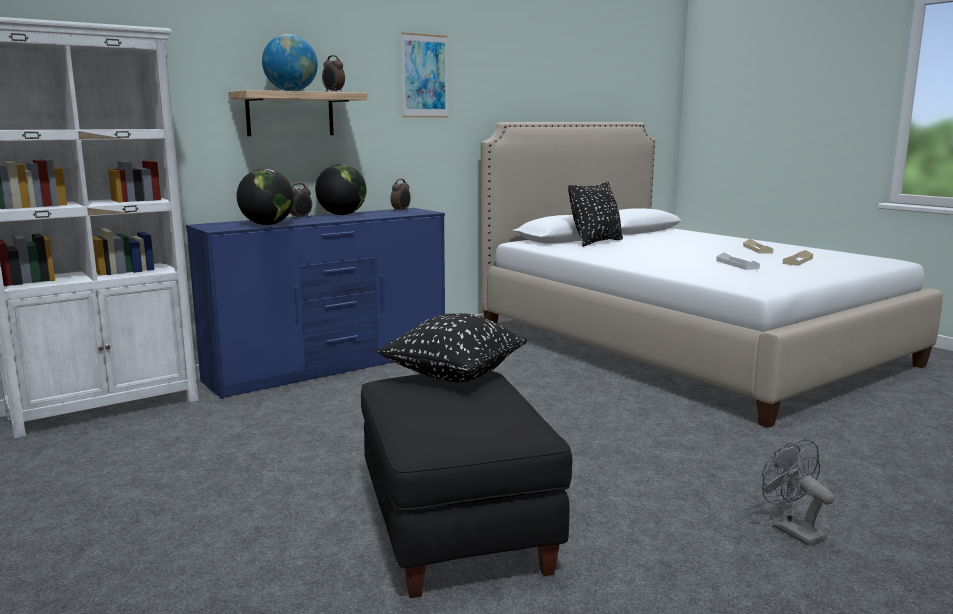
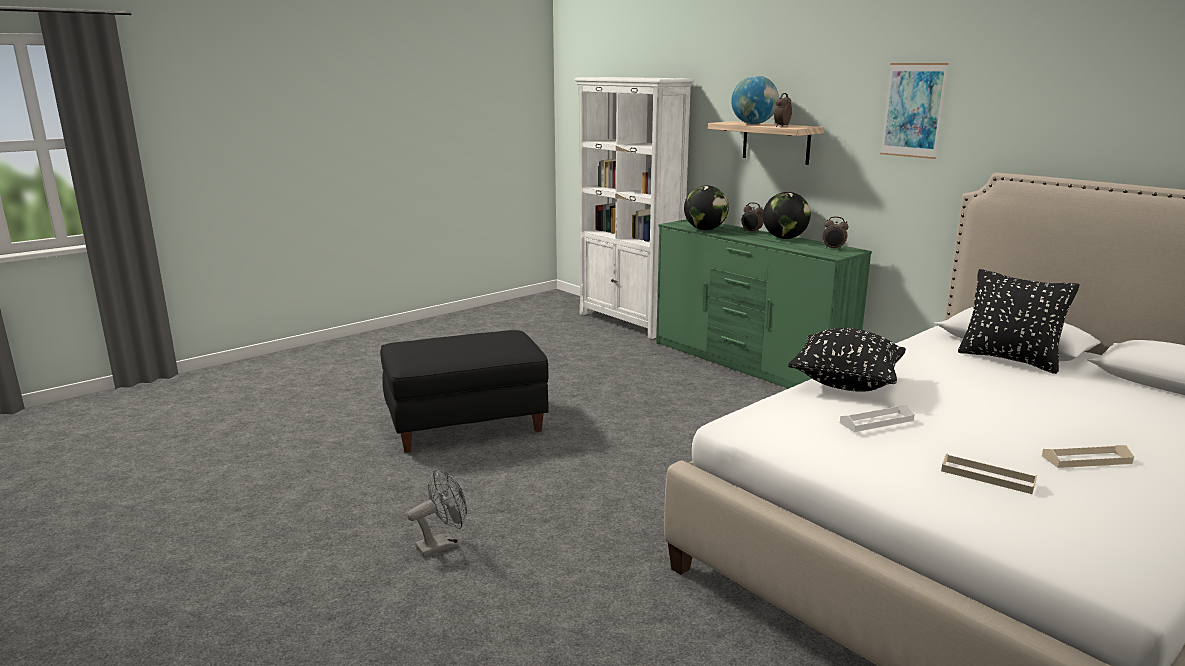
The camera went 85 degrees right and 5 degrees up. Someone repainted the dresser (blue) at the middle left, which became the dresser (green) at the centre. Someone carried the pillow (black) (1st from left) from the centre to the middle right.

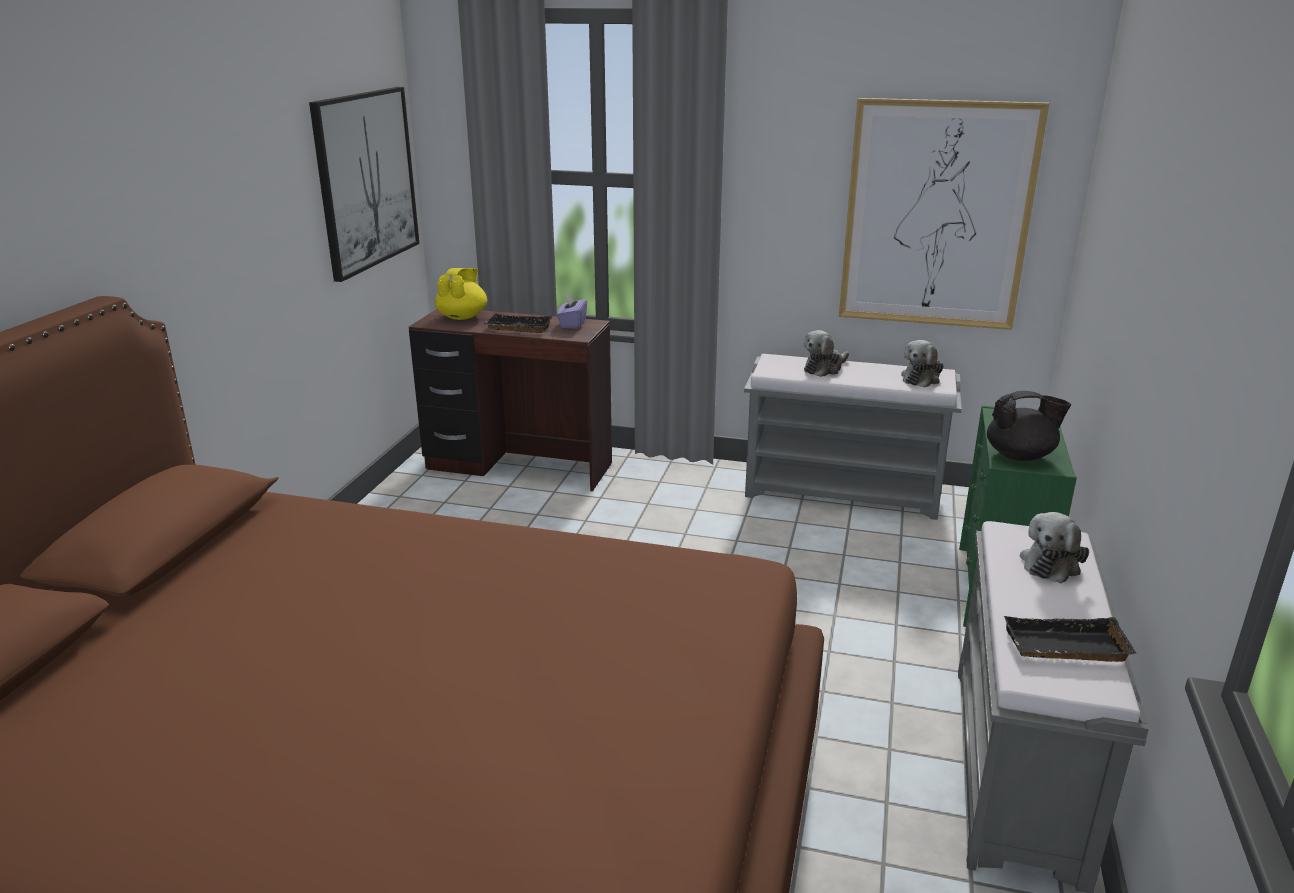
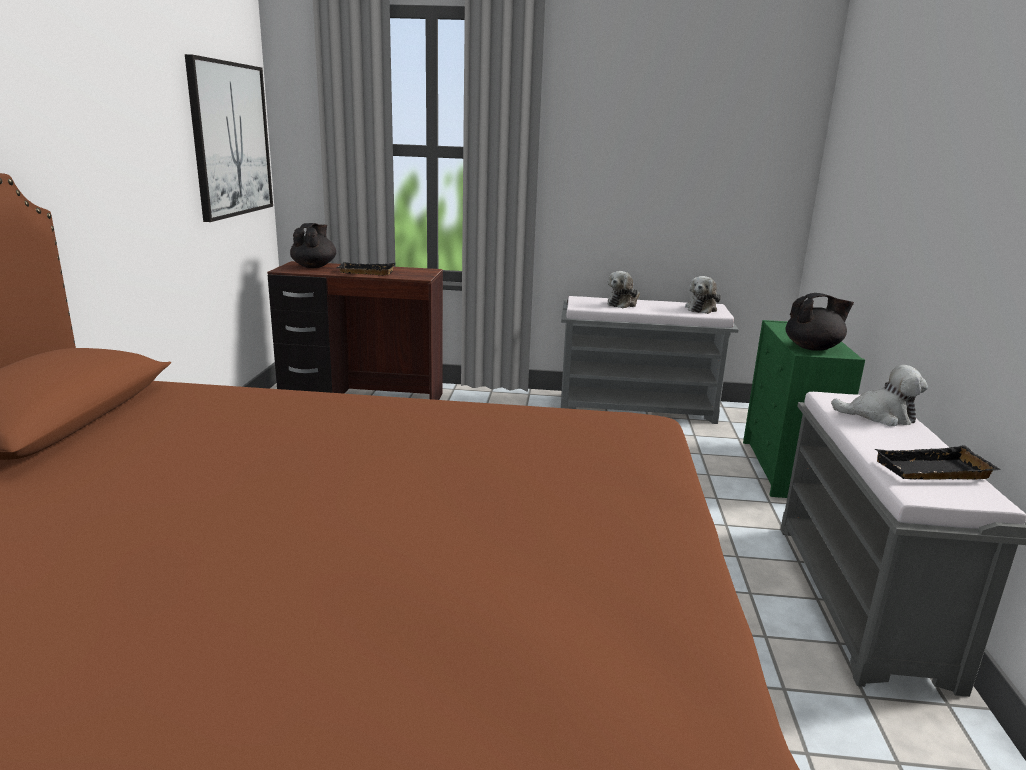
The camera went 10 degrees left and 5 degrees down. Someone repainted the teapot (yellow) at the top centre, which became the teapot (black) (1st from left) at the top left. Someone took away the tissue box (purple) at the centre. Someone took away the picture (2nd from left) at the top right. Someone rotated the plush toy (3rd from left) at the middle right by 105 degrees counterclockwise.

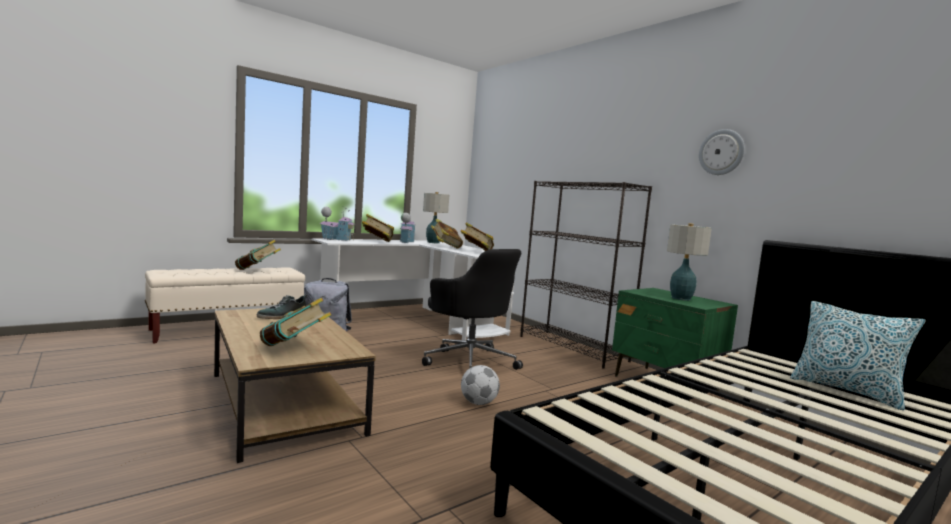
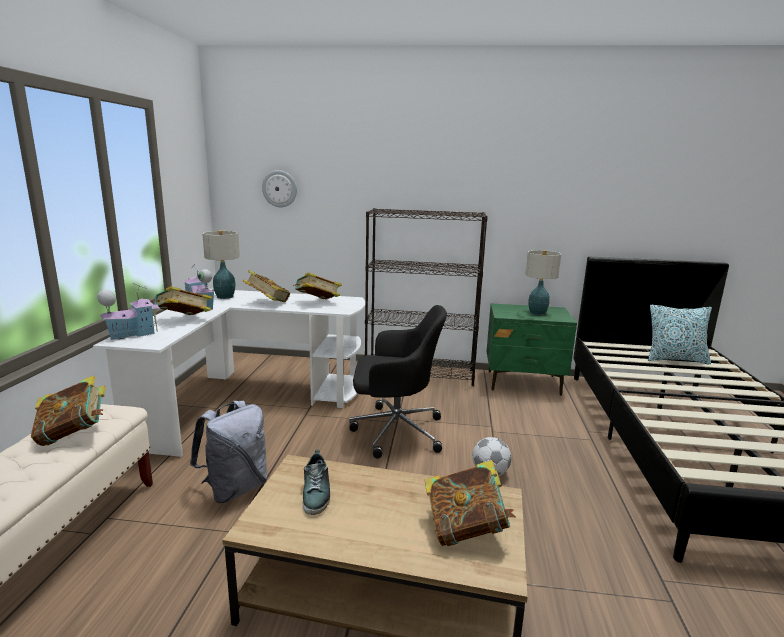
The camera went 45 degrees left and 10 degrees up. Someone carried the wall clock from the top right to the top centre.

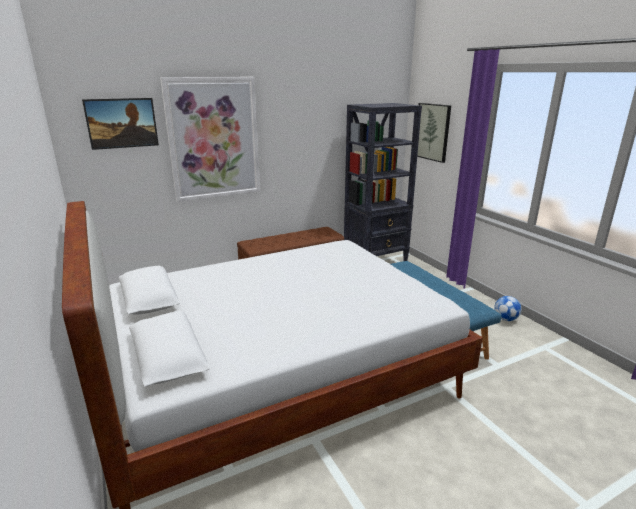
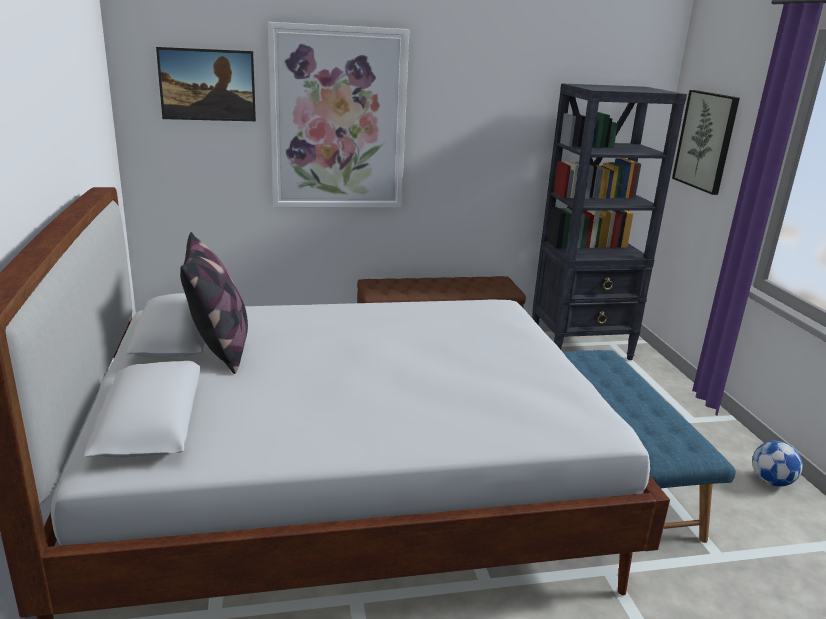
The camera went 15 degrees right and 0 degrees up. Someone put down the pillow at the middle left.

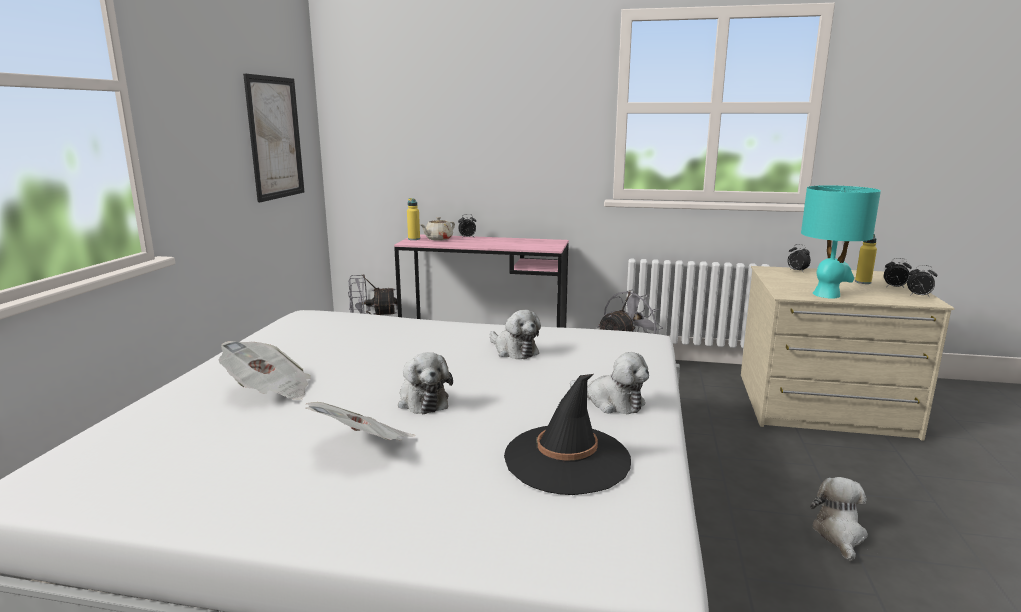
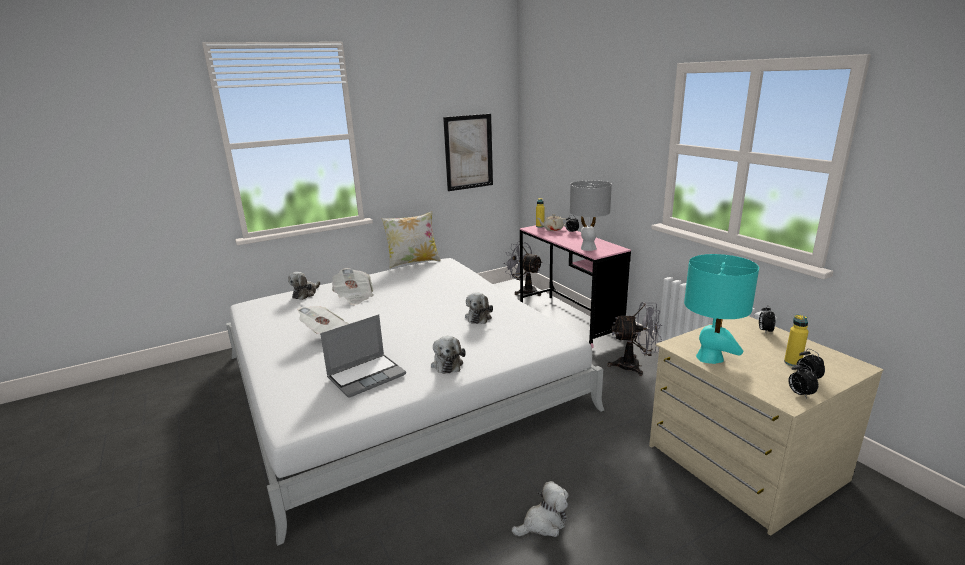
The camera went 50 degrees right and 5 degrees up. Someone carried the plush toy (1st from left) from the centre to the middle left. Someone swapped the hat (black) at the bottom centre for the laptop at the centre. Someone put down the pillow at the centre. Someone put down the table lamp (grey) at the centre.

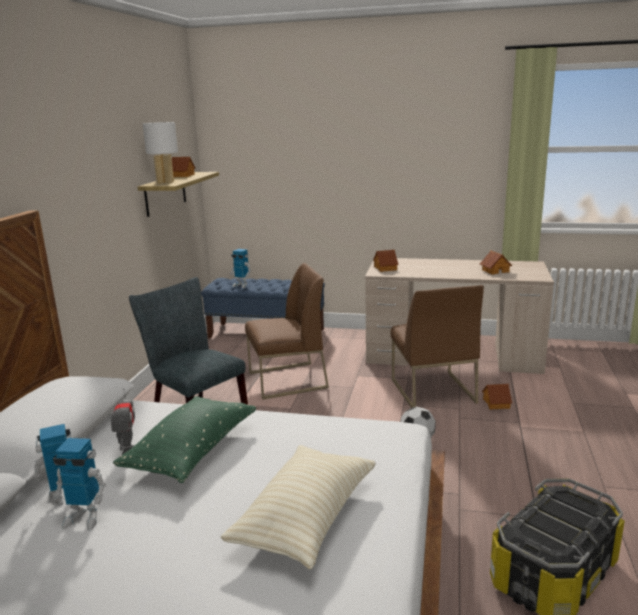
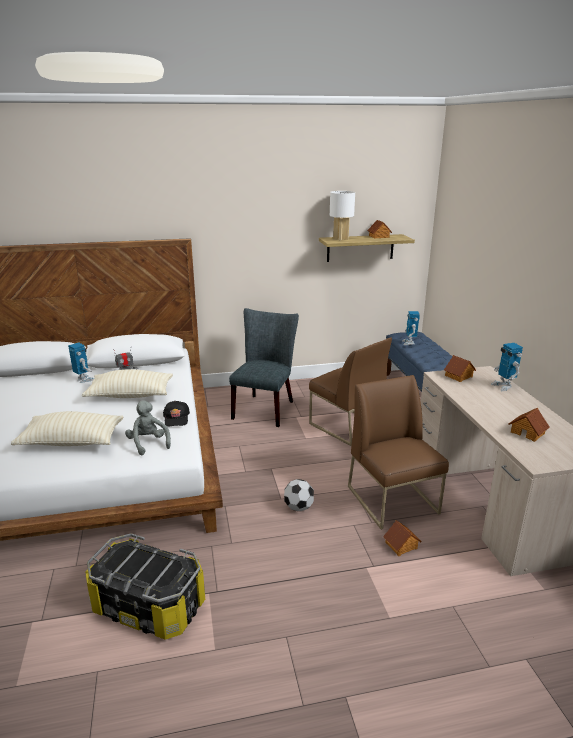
The camera went 65 degrees right and 5 degrees up. Someone carried the toy robot (2nd from left in the first image) from the bottom left to the middle right. Someone repainted the pillow (green) at the bottom left, which became the pillow (beige) (2nd from left) at the middle left. Someone rotated the chair (brown) (2nd from left) at the middle right by 105 degrees clockwise. Someone put down the plush toy (grey) at the middle left. Someone put down the cap (black) at the middle left.

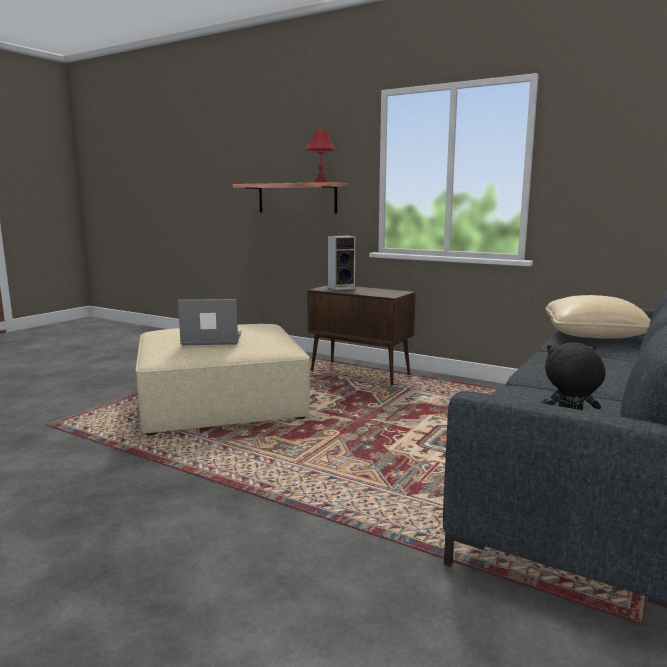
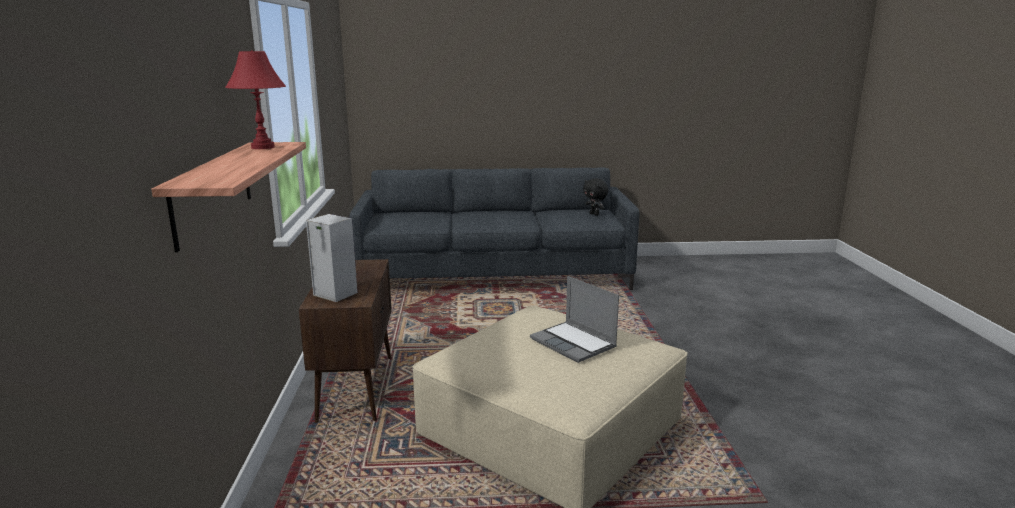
The camera went 125 degrees left and 5 degrees up. Someone took away the pillow (beige) at the middle right.

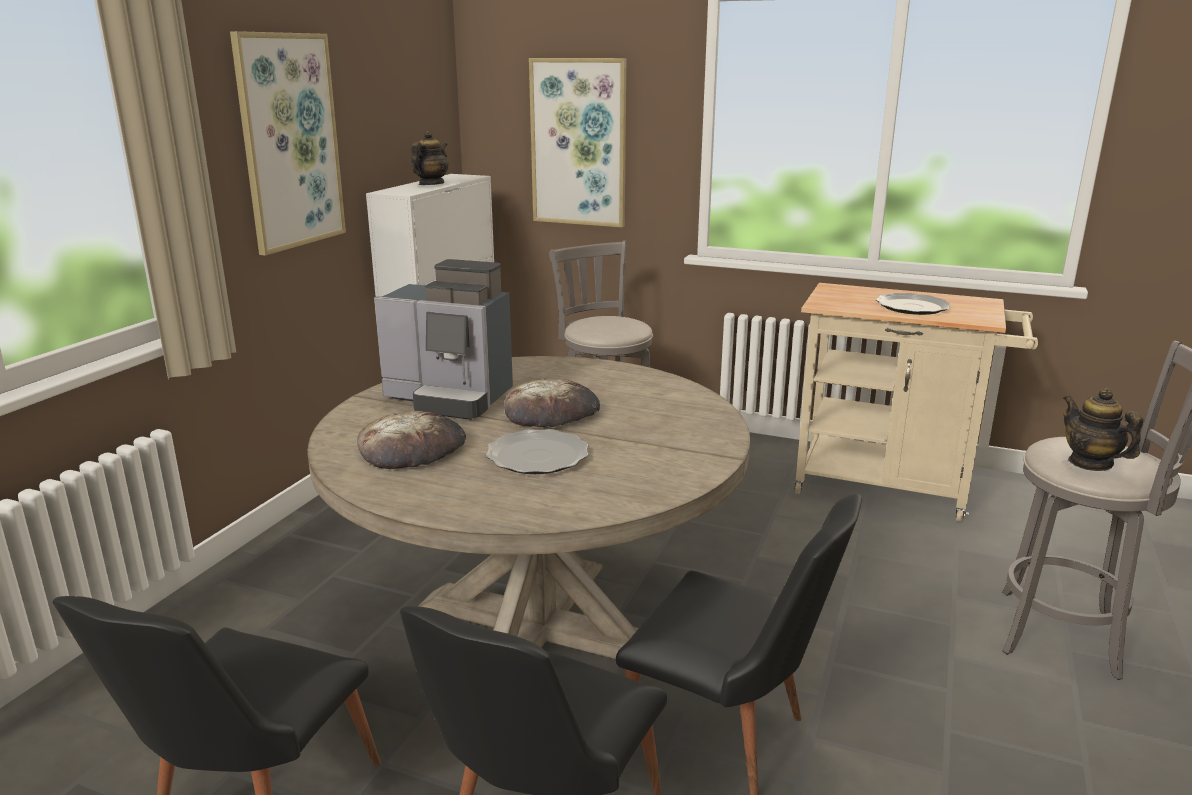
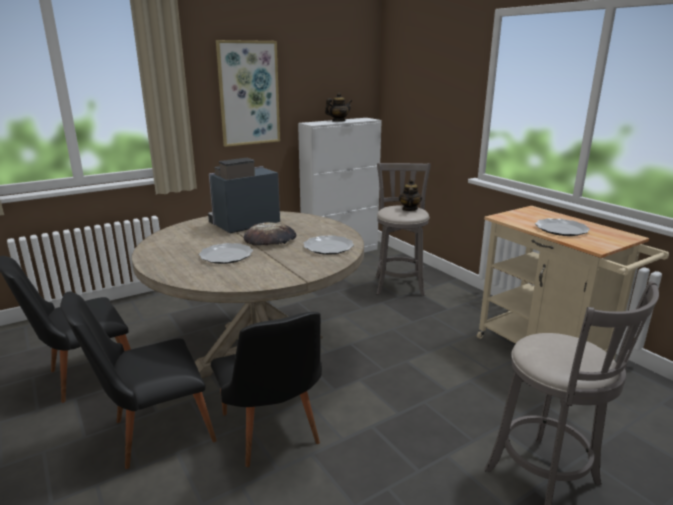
The camera went 35 degrees right and 0 degrees up. Someone took away the bread (1st from left) at the centre. Someone rotated the coffee machine at the centre by 90 degrees clockwise. Someone took away the picture (2nd from left) at the top centre. Someone carried the teapot (2nd from left) from the middle right to the centre. Someone put down the plate (2nd from left) at the centre.

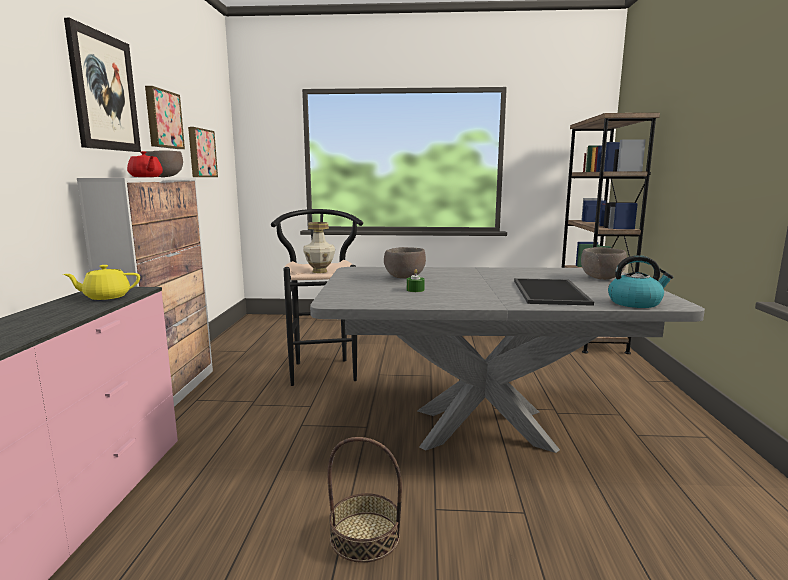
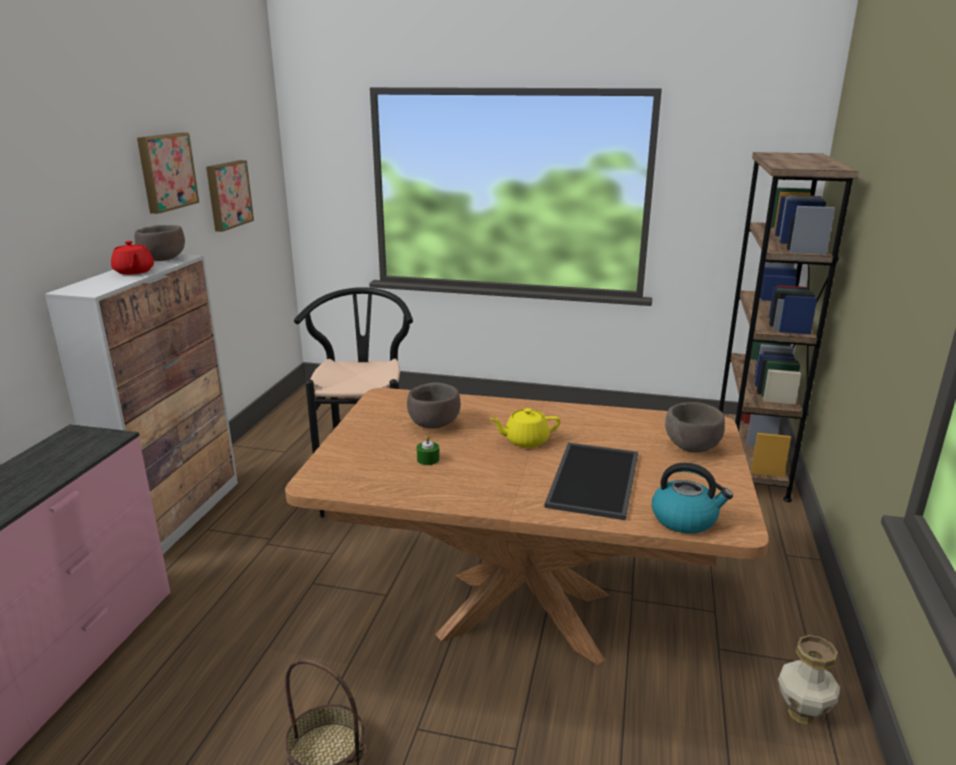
The camera went 10 degrees right and 10 degrees up. Someone carried the teapot (yellow) from the middle left to the centre. Someone took away the picture (1st from left) at the top left. Someone carried the vase from the centre to the bottom right. Someone repainted the dining table (grey) at the centre, which became the dining table (brown) at the bottom centre.

